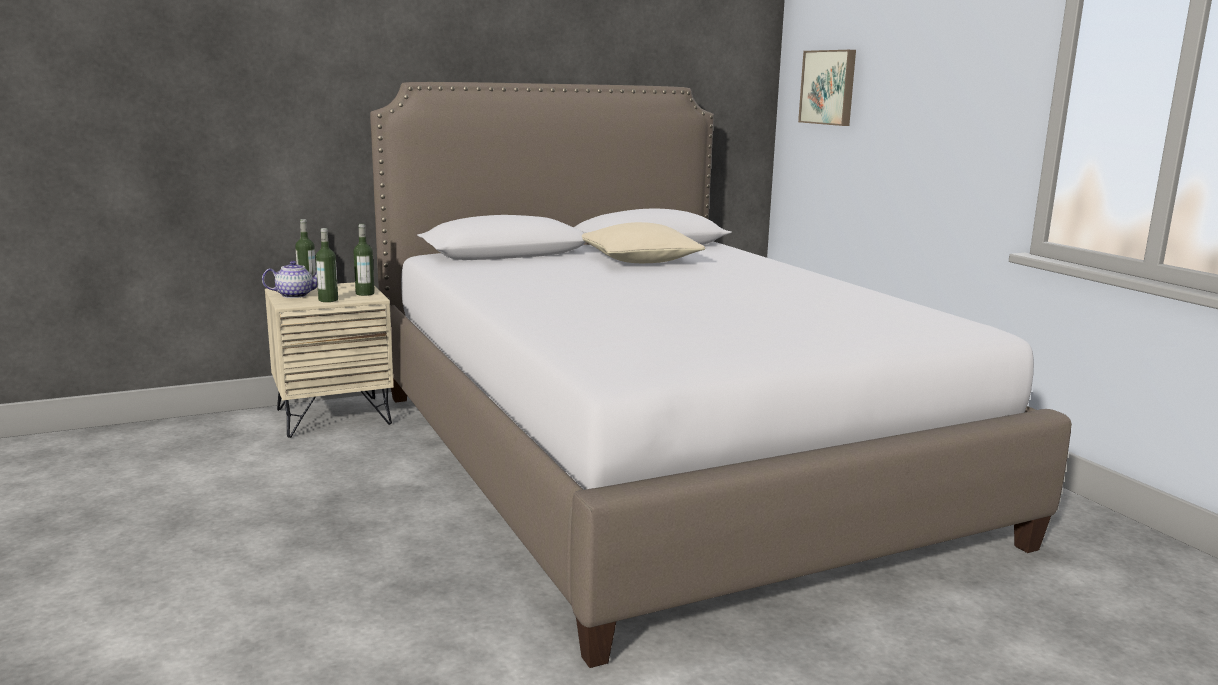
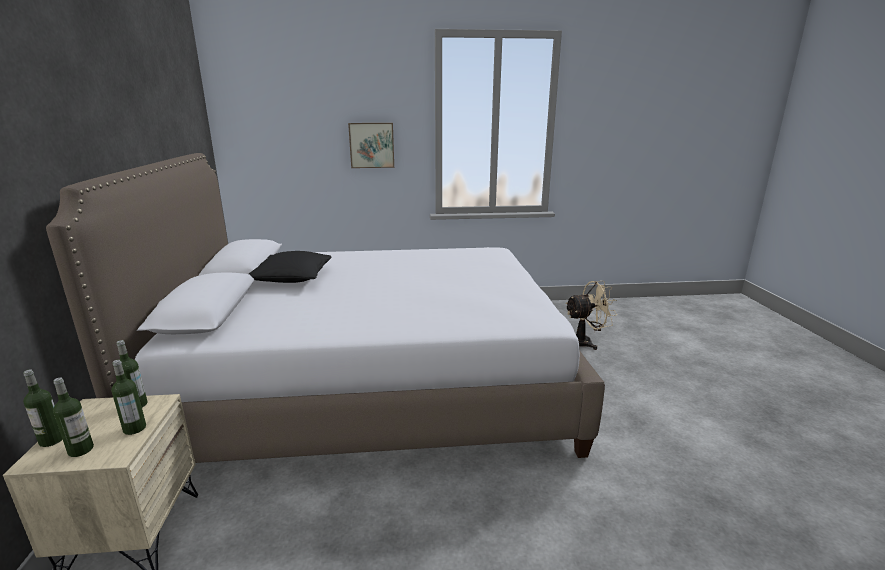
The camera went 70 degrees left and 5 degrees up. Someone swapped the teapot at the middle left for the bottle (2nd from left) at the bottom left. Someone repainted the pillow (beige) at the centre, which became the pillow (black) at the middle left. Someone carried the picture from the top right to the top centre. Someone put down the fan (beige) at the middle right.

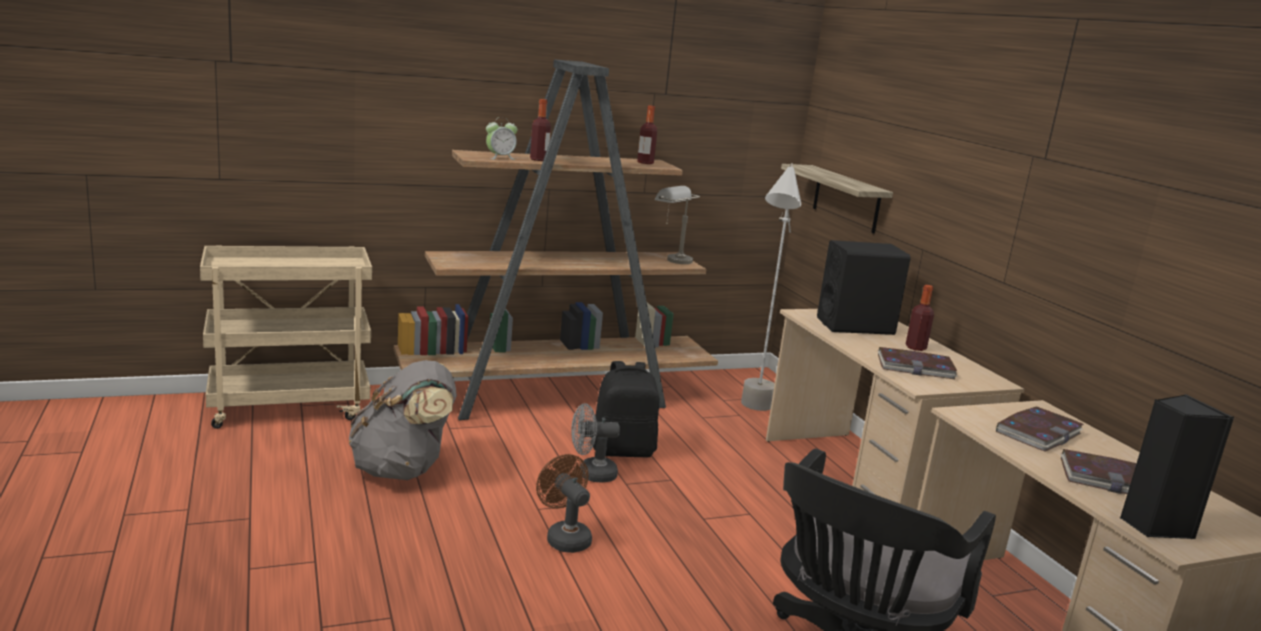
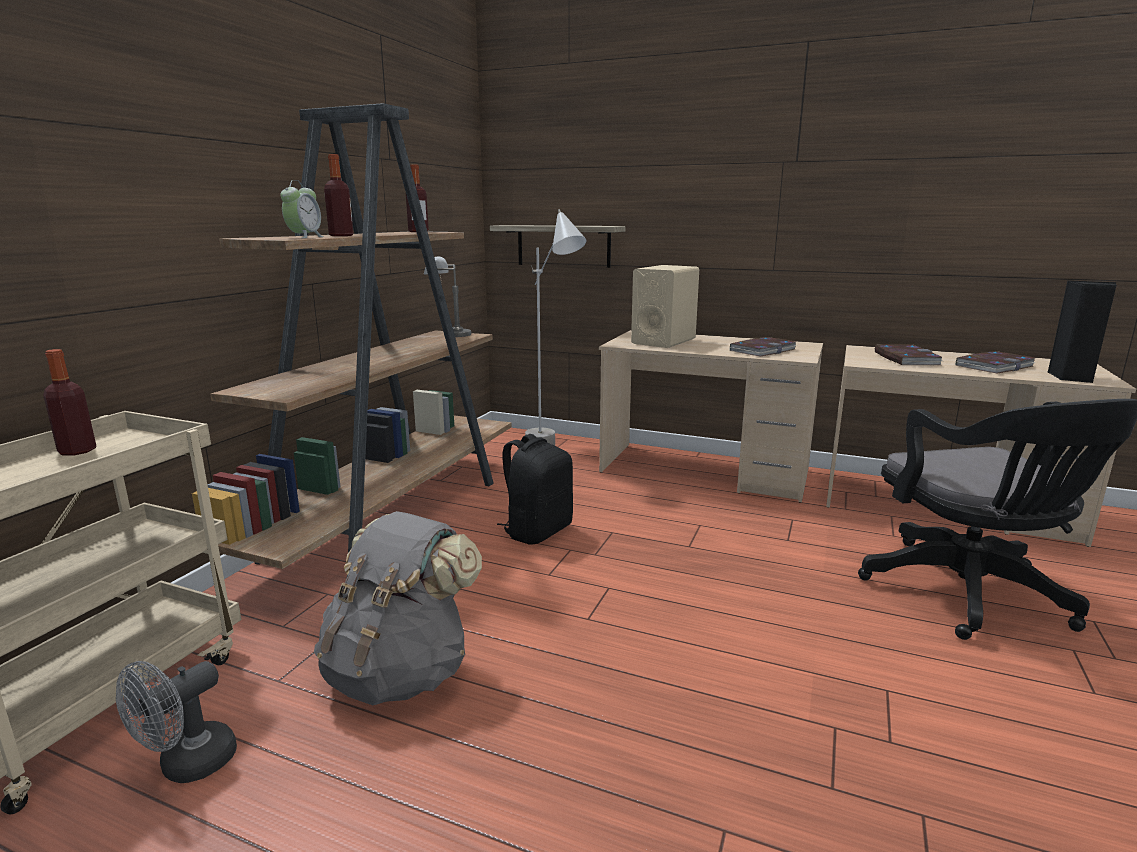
The camera went 45 degrees left and 0 degrees up. Someone took away the fan (brown) at the bottom centre. Someone carried the fan (grey) from the bottom centre to the bottom left. Someone repainted the speaker (black) (1st from left) at the middle right, which became the speaker (beige) at the centre. Someone carried the bottle (3rd from left in the first image) from the middle right to the middle left.

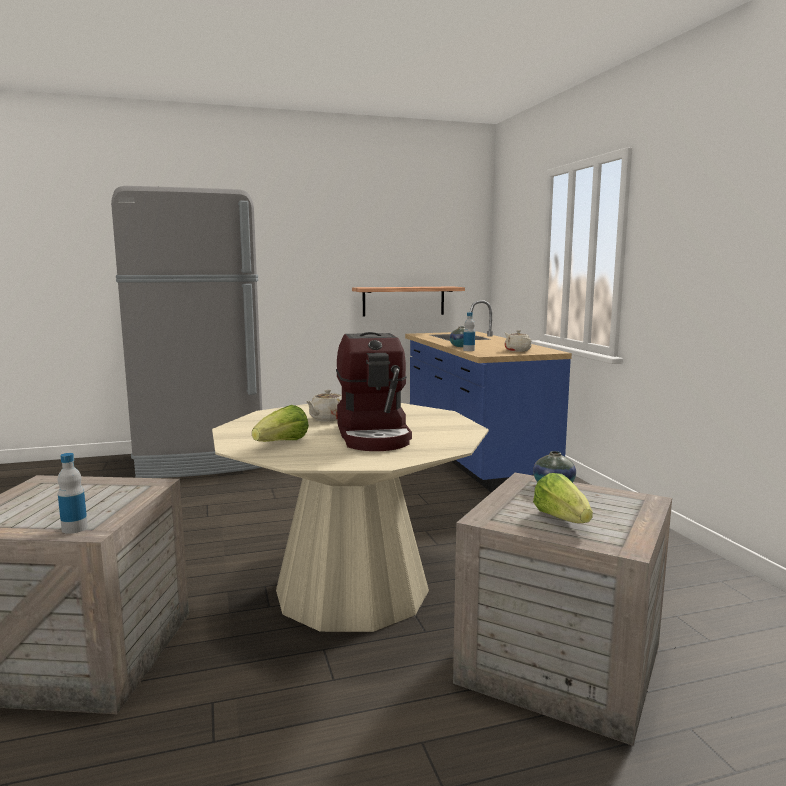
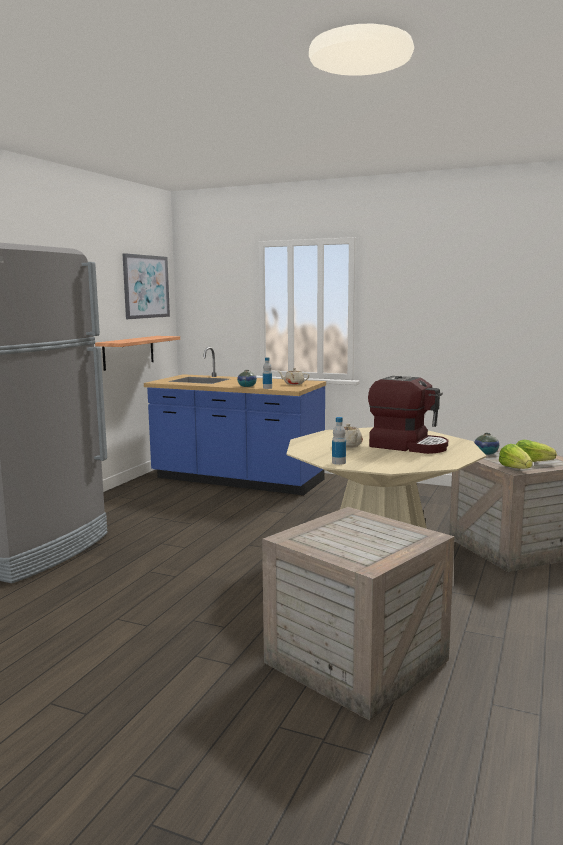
The camera went 50 degrees left and 0 degrees up. Someone carried the bottle (1st from left in the first image) from the middle left to the centre. Someone carried the lettuce (1st from left) from the centre to the middle right. Someone put up the picture at the middle left.

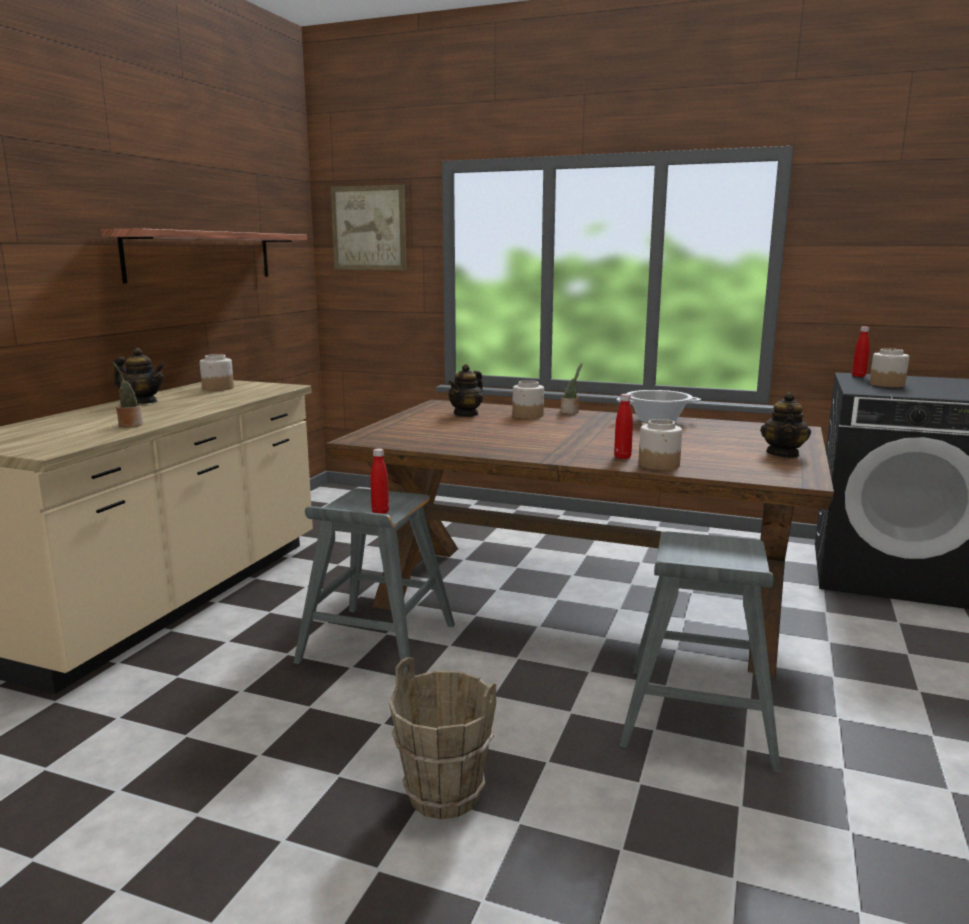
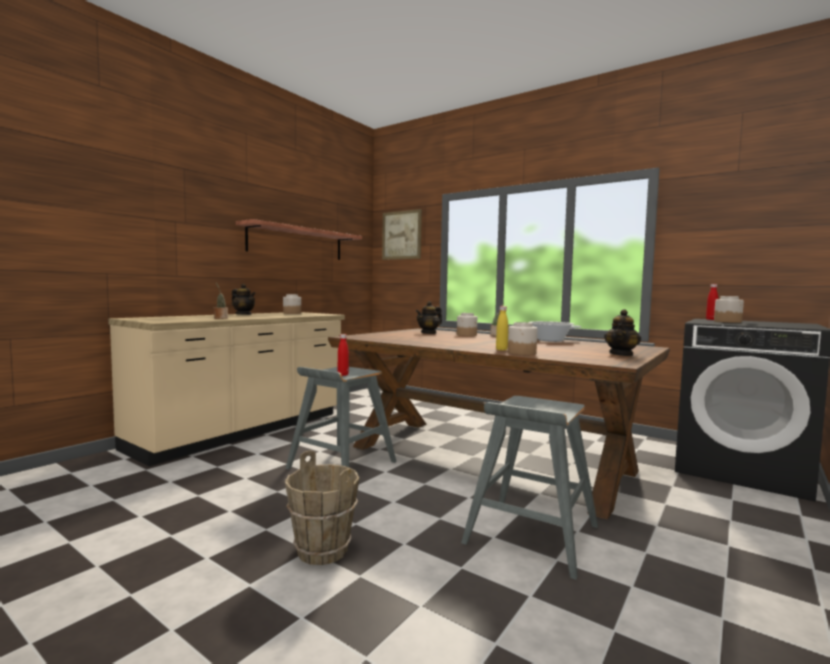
The camera went 15 degrees right and 10 degrees down. Someone repainted the bottle (red) (2nd from left) at the centre, which became the bottle (yellow) at the centre.

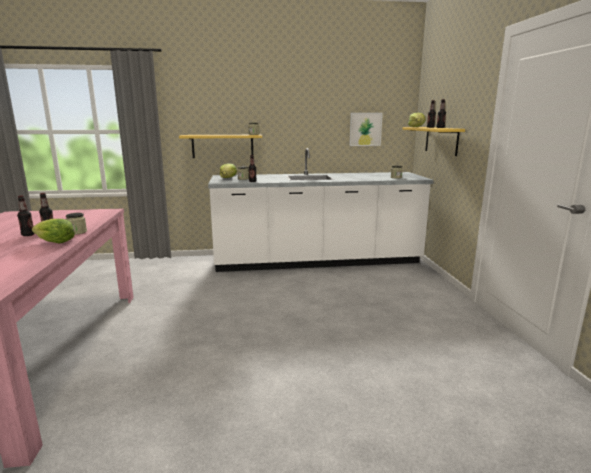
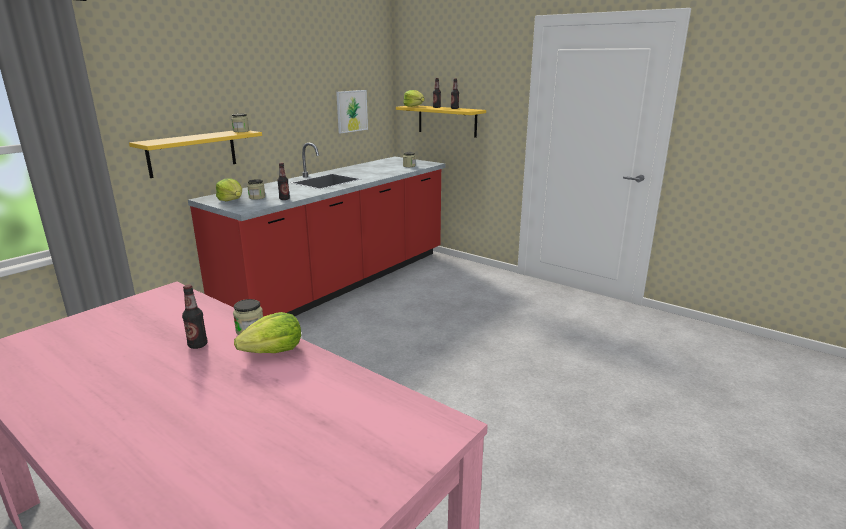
The camera went 45 degrees left and 5 degrees up. Someone took away the bottle (1st from left) at the middle left. Someone repainted the counter (white) at the centre, which became the counter (red) at the centre.

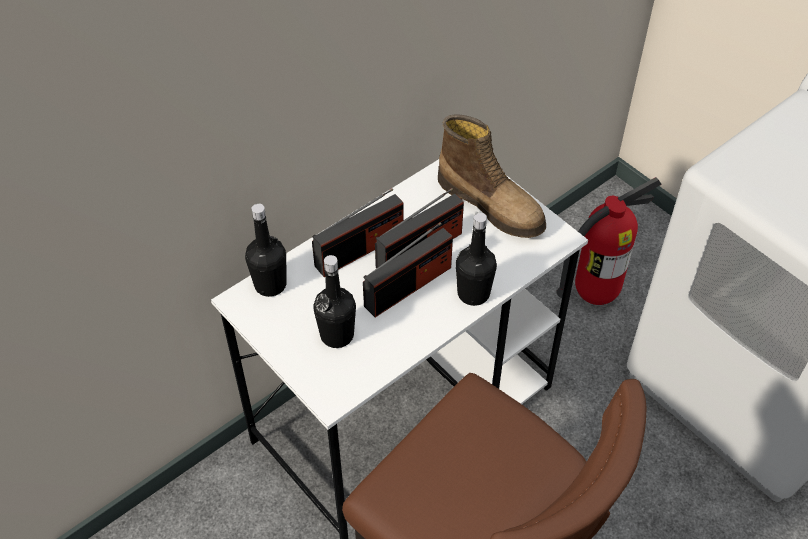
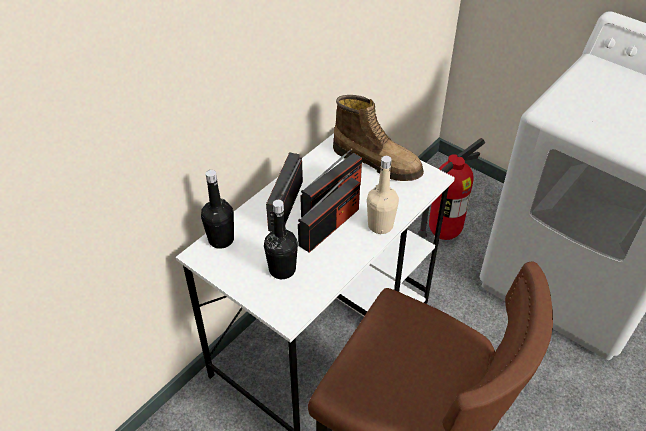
The camera went 10 degrees left and 5 degrees down. Someone rotated the radio (1st from left) at the centre by 150 degrees clockwise. Someone repainted the bottle (black) (3rd from left) at the centre, which became the bottle (beige) at the centre.

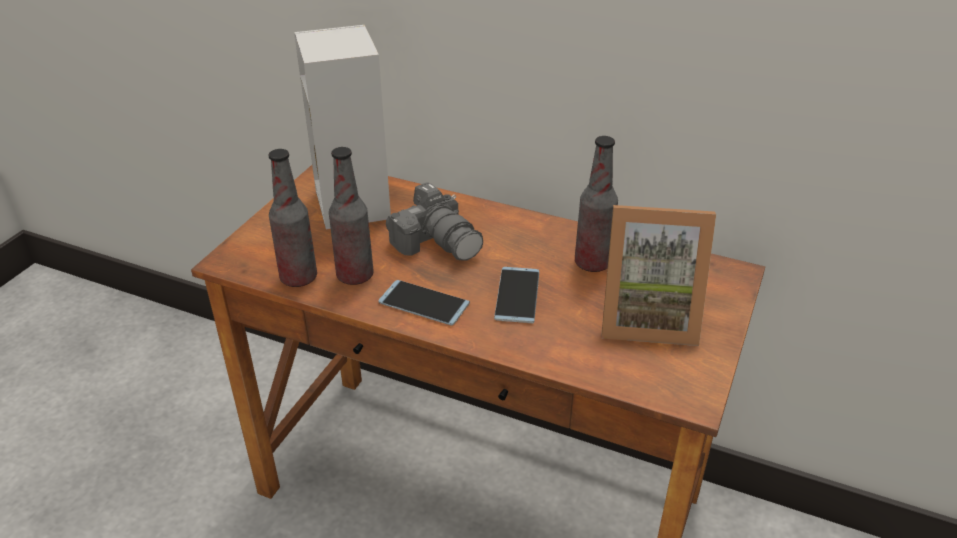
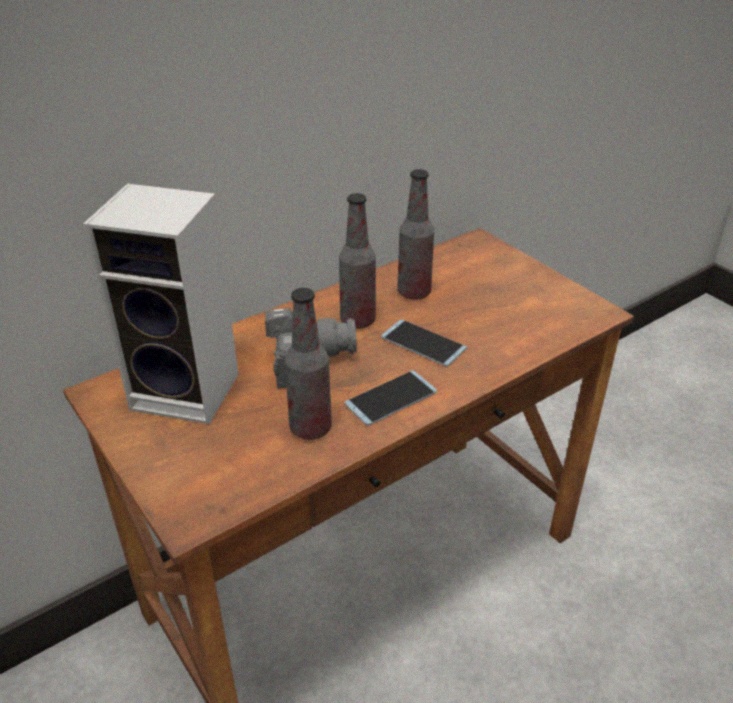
The camera went 60 degrees left and 0 degrees up. Someone carried the bottle (1st from left in the first image) from the middle left to the centre. Someone took away the picture frame at the middle right.

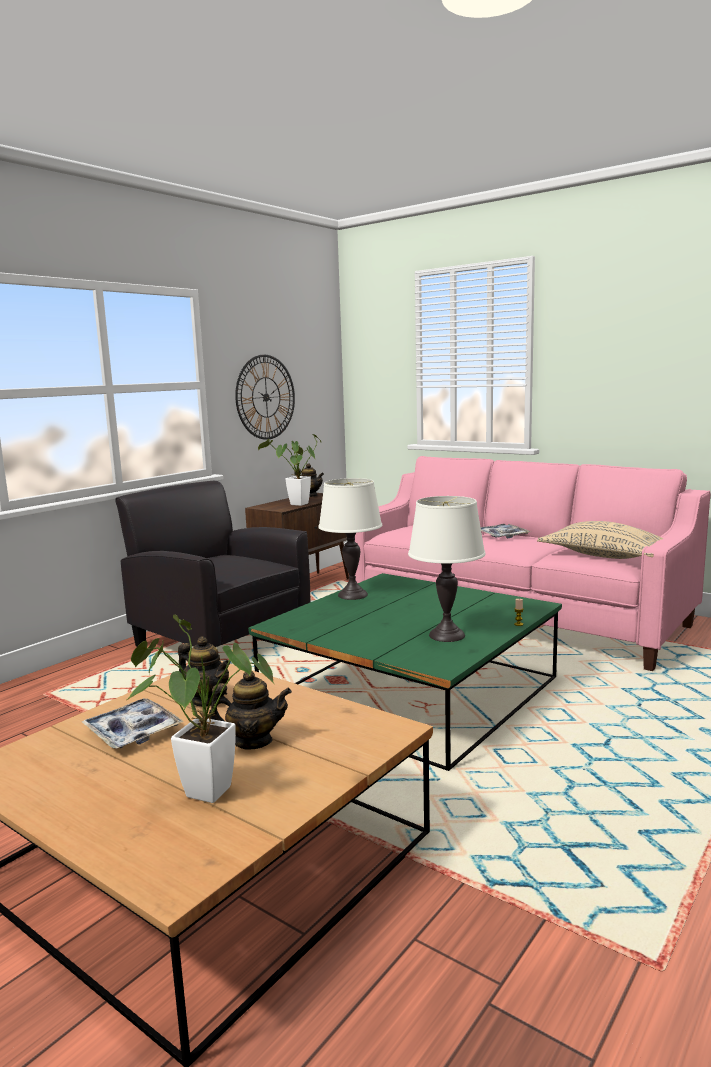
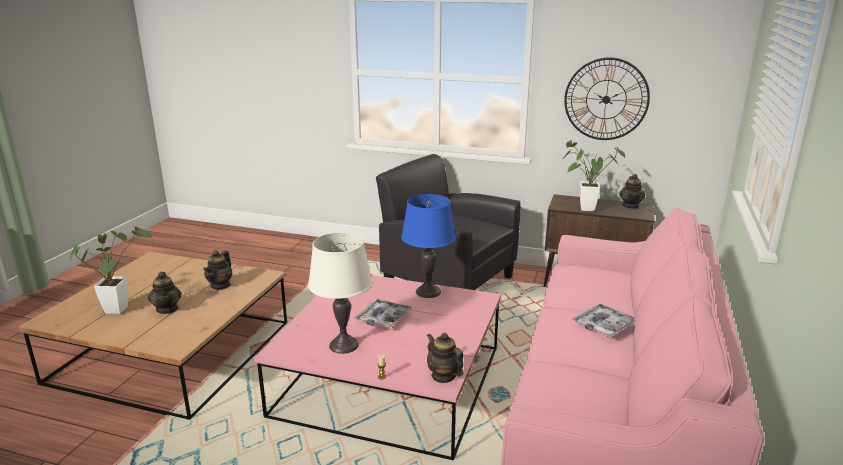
The camera went 70 degrees right and 10 degrees up. Someone carried the tray (1st from left) from the bottom left to the bottom centre. Someone rotated the armchair (black) at the middle left by 75 degrees counterclockwise. Someone repainted the coffee table (green) at the centre, which became the coffee table (pink) at the bottom centre. Someone repainted the table lamp (white) (1st from left) at the centre, which became the table lamp (blue) at the centre. Someone took away the pillow (beige) at the middle right. Someone put down the teapot (3rd from left) at the bottom centre.

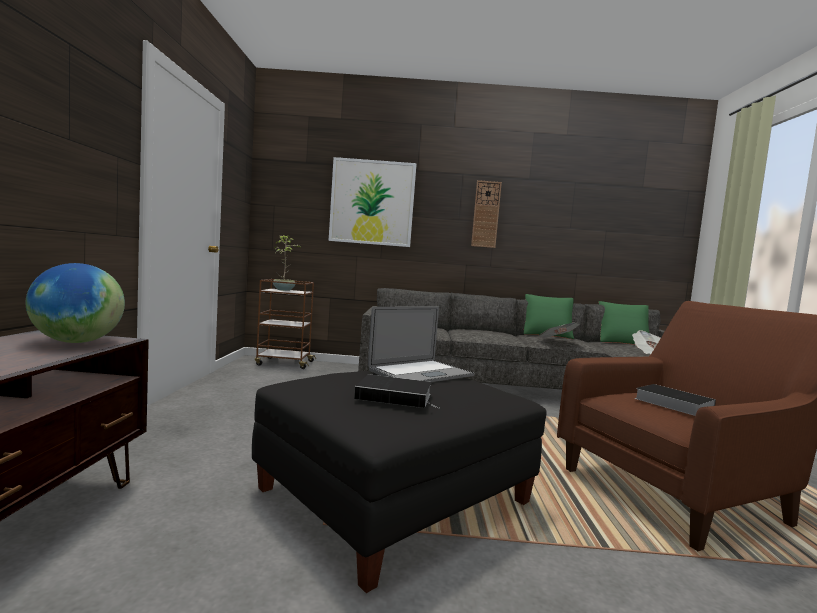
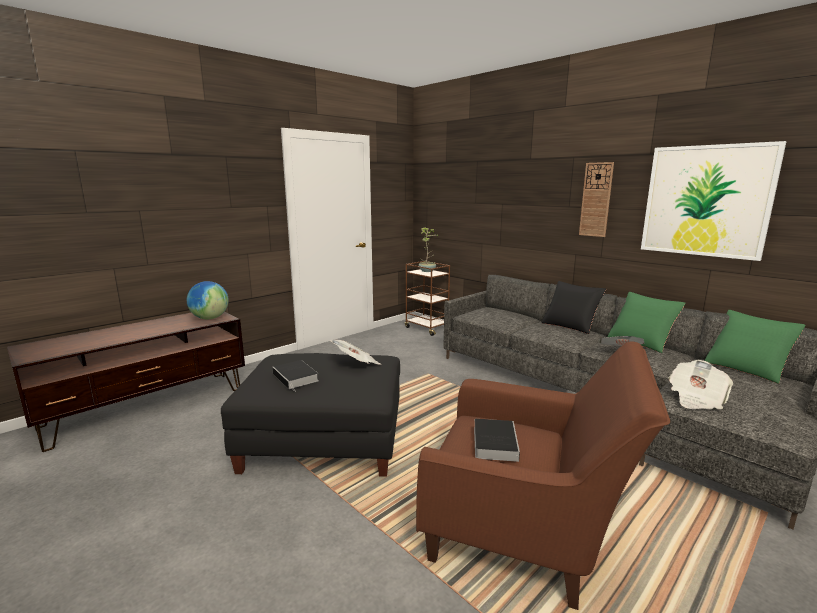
The camera went 45 degrees right and 10 degrees up. Someone carried the picture from the top centre to the top right. Someone swapped the laptop at the centre for the newspaper (1st from left) at the centre. Someone put down the pillow (black) at the middle right.

